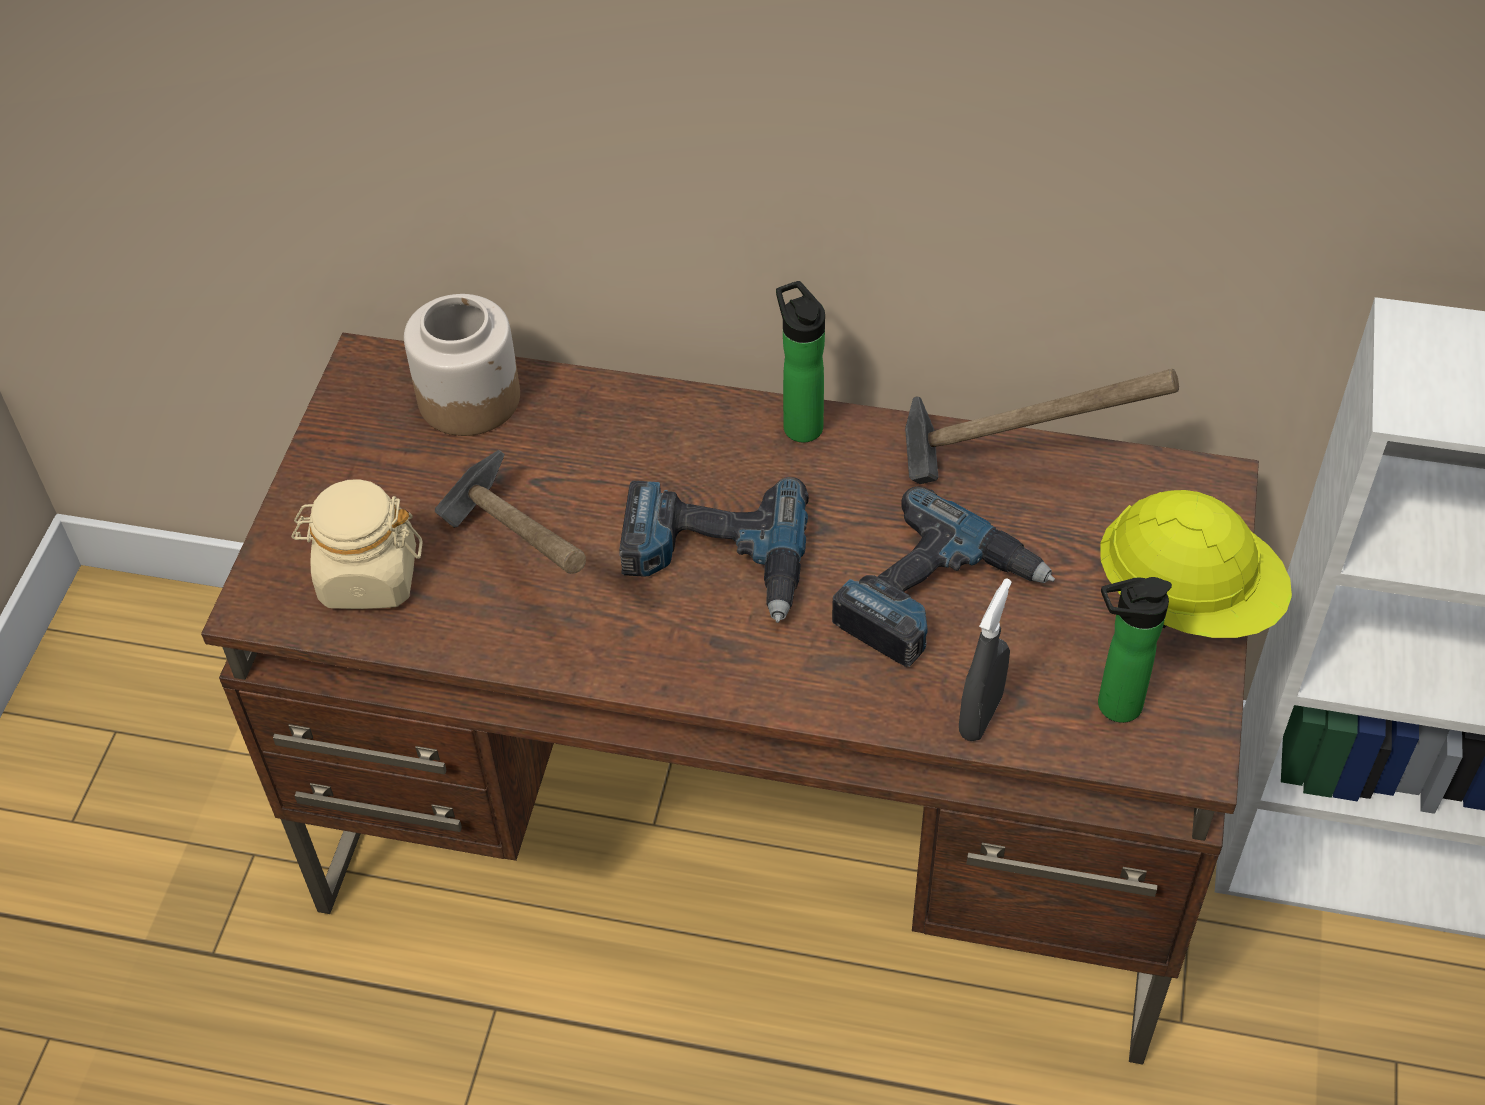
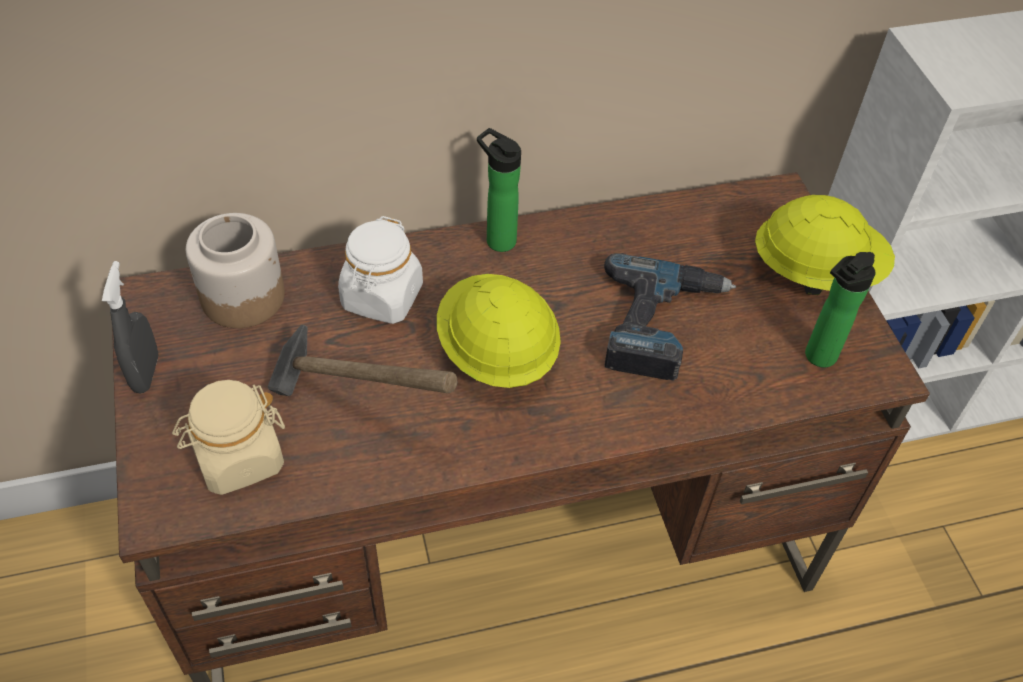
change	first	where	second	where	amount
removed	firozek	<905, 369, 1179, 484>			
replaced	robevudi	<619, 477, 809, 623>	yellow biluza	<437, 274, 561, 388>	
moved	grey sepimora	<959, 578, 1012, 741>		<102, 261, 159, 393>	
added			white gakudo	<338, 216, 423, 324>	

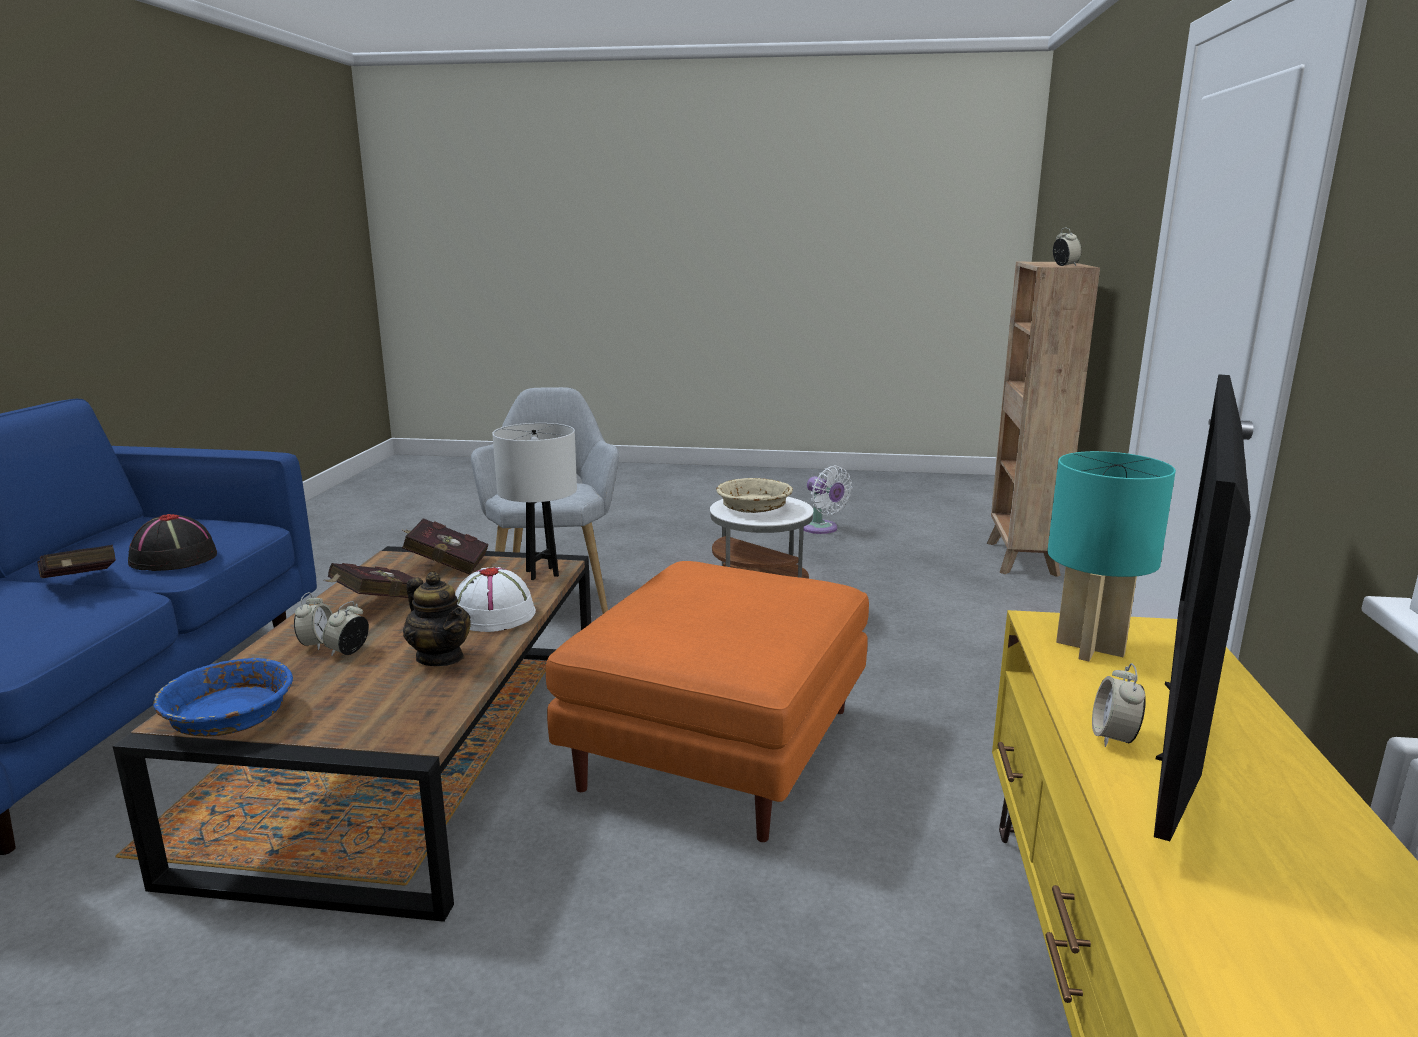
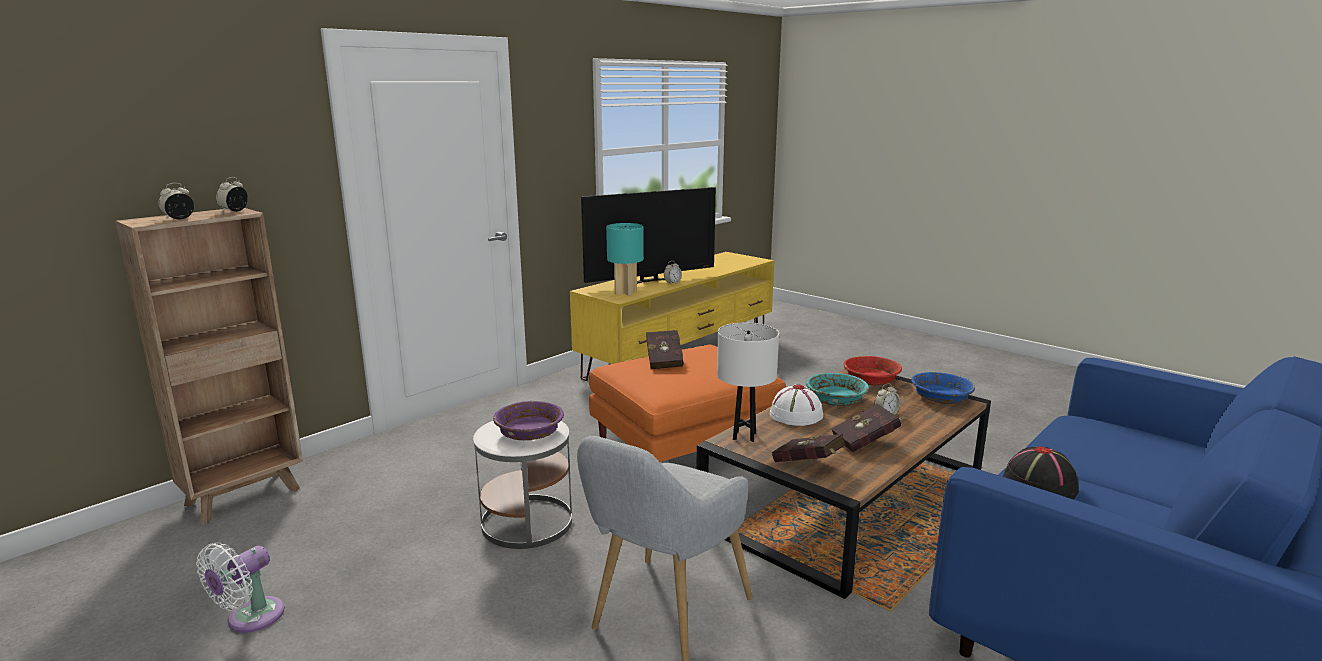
change	first	where	second	where	amount
turned	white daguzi	<803, 465, 852, 534>		<196, 543, 285, 633>	150 degrees counterclockwise
recoloured	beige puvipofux	<716, 478, 793, 513>	purple puvipofux	<493, 401, 564, 440>	
moved	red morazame	<37, 545, 116, 578>		<646, 330, 684, 369>	
replaced	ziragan	<403, 572, 471, 666>	turquoise puvipofux	<806, 373, 869, 406>	
moved	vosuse	<294, 592, 333, 650>		<159, 183, 194, 219>	
added			red puvipofux	<843, 356, 902, 385>	

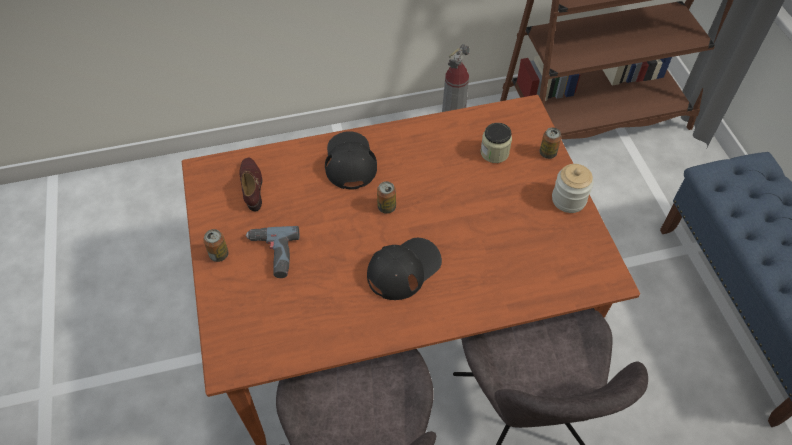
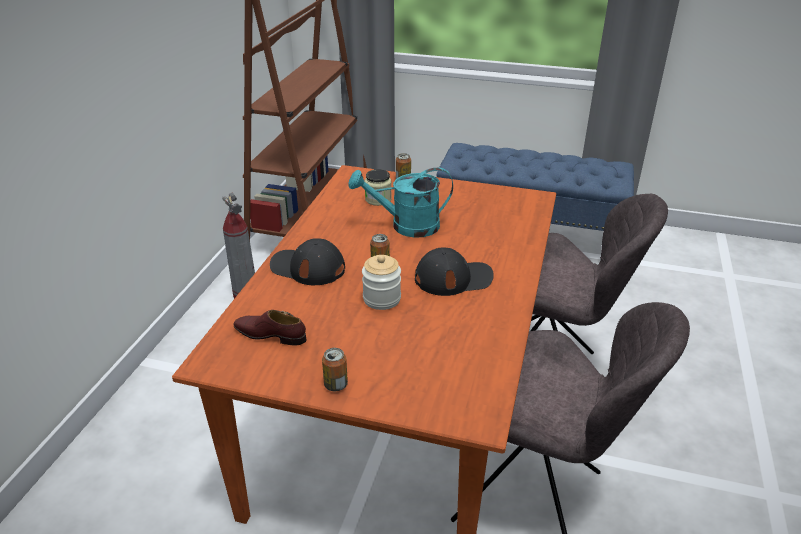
change	first	where	second	where	amount
moved	gakudo	<552, 164, 594, 213>		<362, 255, 401, 310>	
removed	robevudi	<246, 226, 299, 278>			
turned	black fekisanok	<367, 238, 442, 300>		<415, 248, 494, 296>	90 degrees clockwise
added			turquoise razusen	<348, 168, 453, 238>	

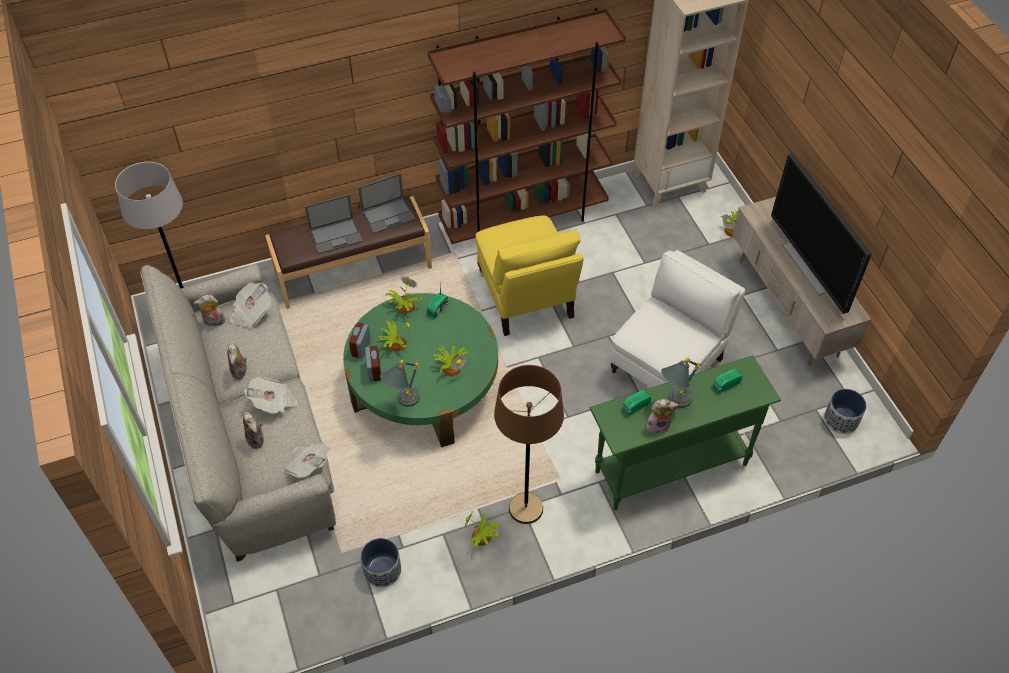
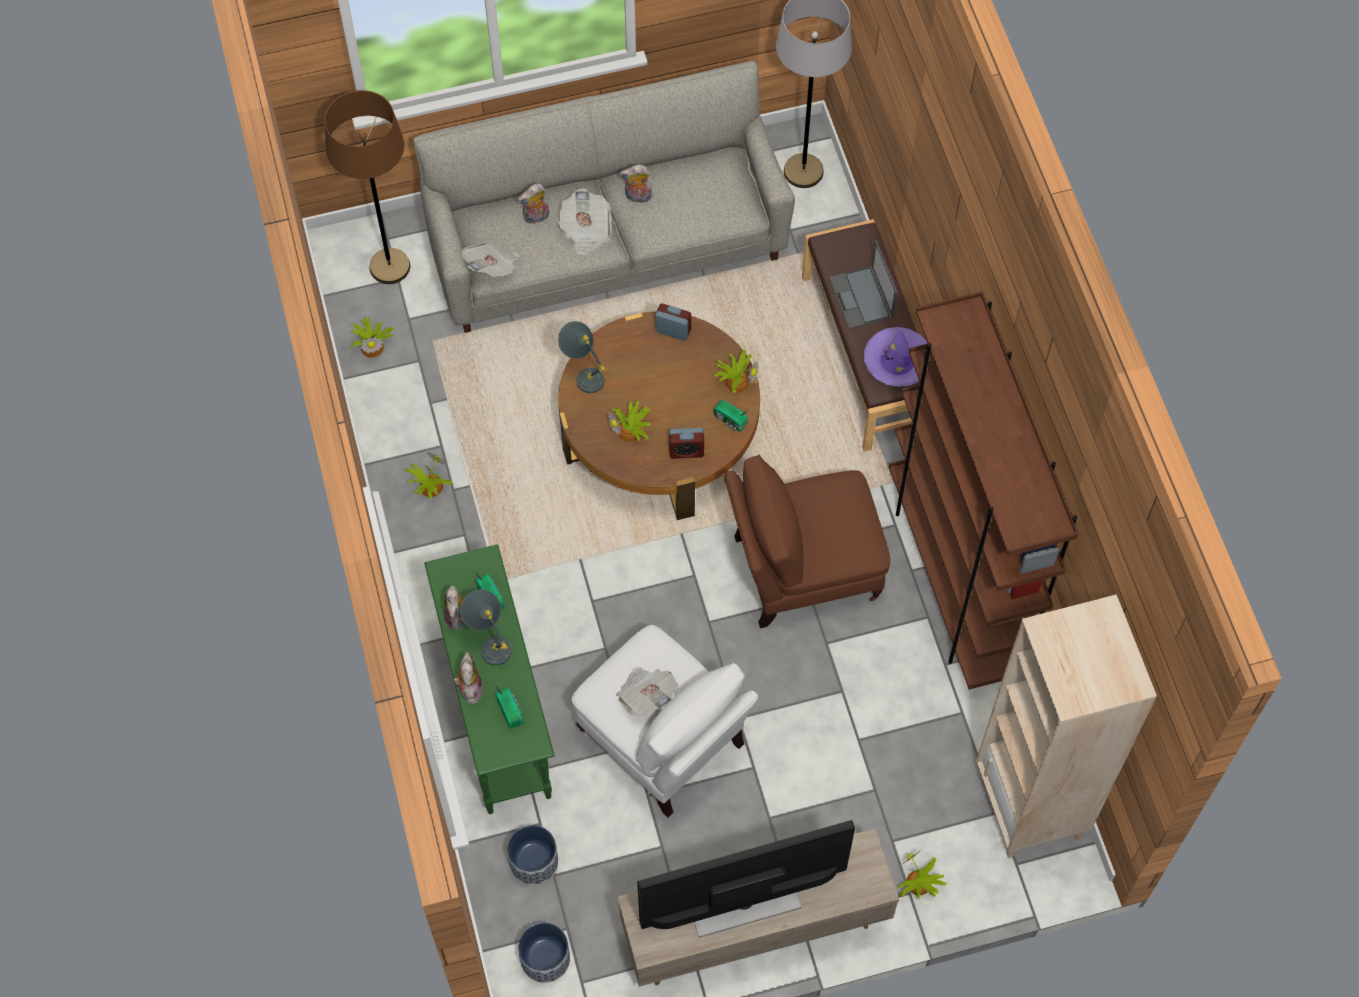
change	first	where	second	where	amount
replaced	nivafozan	<358, 173, 416, 234>	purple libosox	<864, 327, 928, 387>	
recoloured	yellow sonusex	<476, 216, 584, 336>	brown sonusex	<724, 455, 890, 628>	
moved	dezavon	<229, 282, 271, 329>		<616, 667, 679, 716>	
recoloured	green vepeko	<343, 293, 498, 447>	brown vepeko	<558, 311, 760, 520>	
moved	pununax	<193, 295, 226, 327>		<454, 652, 484, 704>	
moved	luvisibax	<378, 319, 411, 352>		<350, 317, 394, 358>	
moved	vosuse	<365, 346, 381, 382>		<669, 428, 704, 459>	
moved	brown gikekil	<494, 365, 564, 524>		<324, 90, 410, 284>	
moved	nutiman	<360, 538, 401, 587>		<507, 825, 558, 885>	

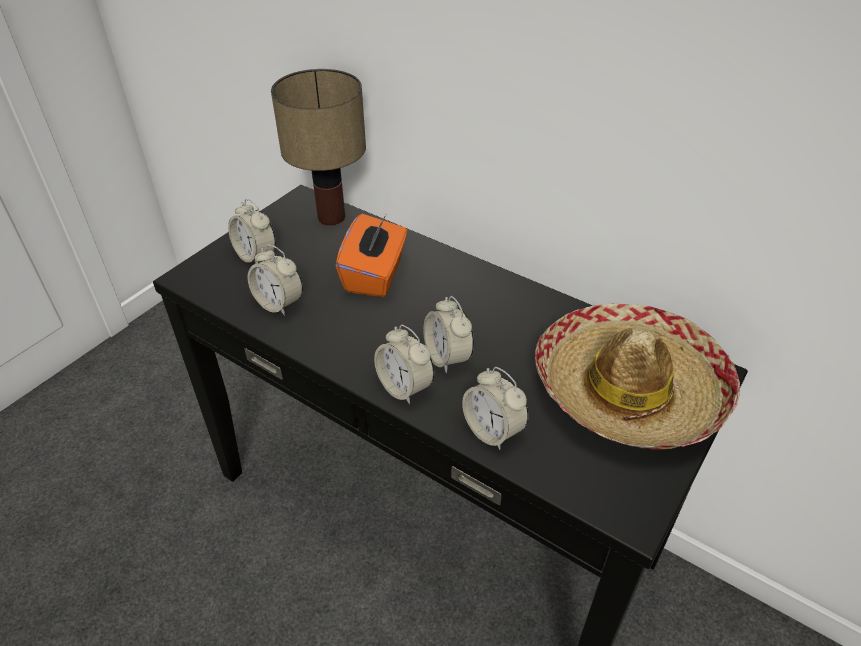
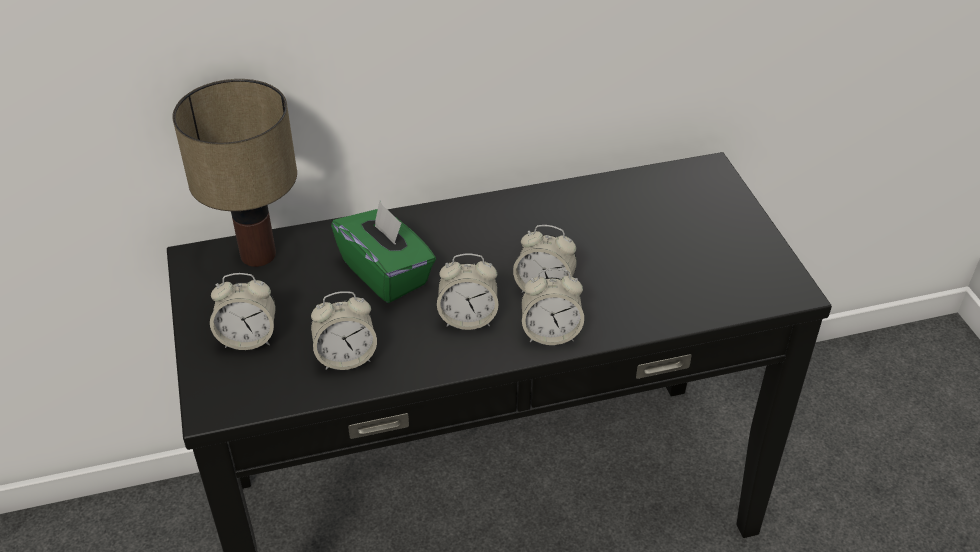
change	first	where	second	where	amount
recoloured	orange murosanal	<336, 214, 407, 297>	green murosanal	<331, 201, 436, 303>	
removed	libosox	<535, 303, 740, 450>			
moved	vosuse	<462, 367, 528, 450>		<437, 254, 499, 330>	

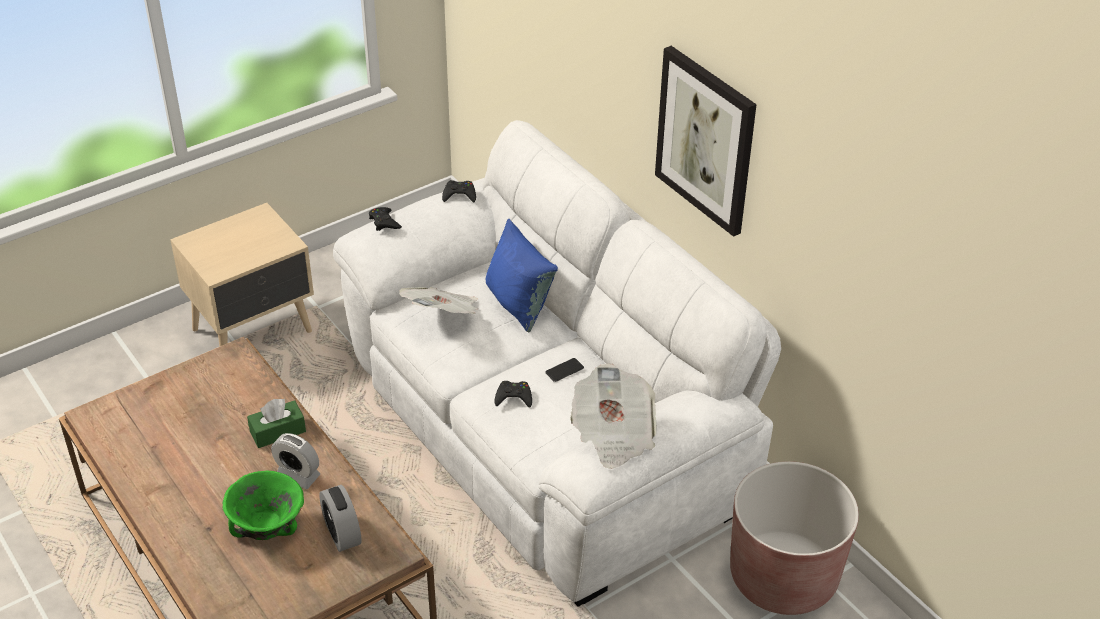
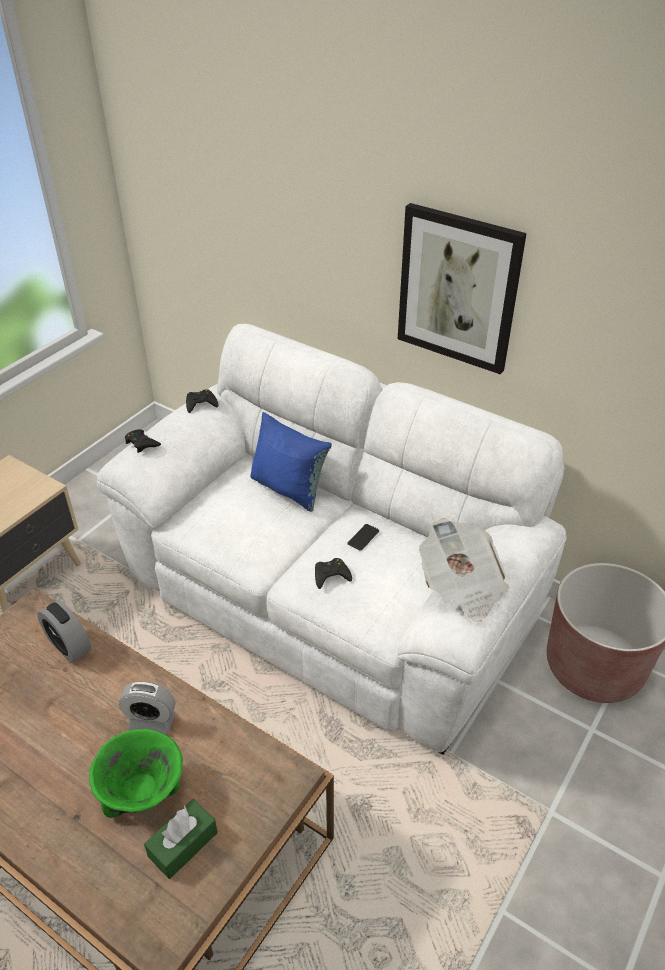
change	first	where	second	where	amount
removed	dezavon	<399, 287, 478, 314>			
moved	green murosanal	<247, 398, 306, 448>		<144, 799, 218, 879>	
moved	vosuse	<319, 485, 362, 552>		<37, 600, 91, 663>	

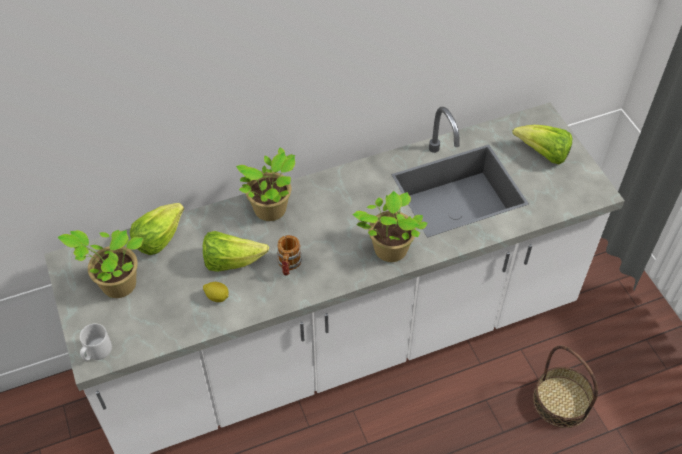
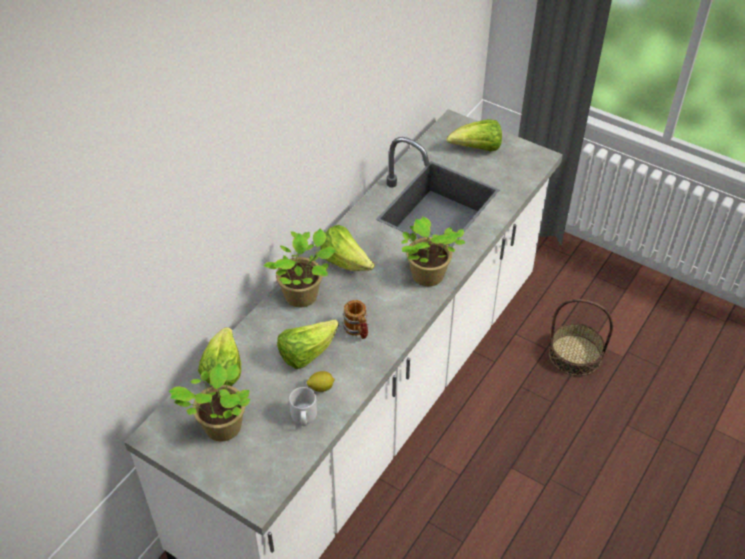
change	first	where	second	where	amount
moved	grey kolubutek	<80, 323, 112, 361>		<289, 387, 317, 426>	
added			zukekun	<320, 225, 375, 271>	

